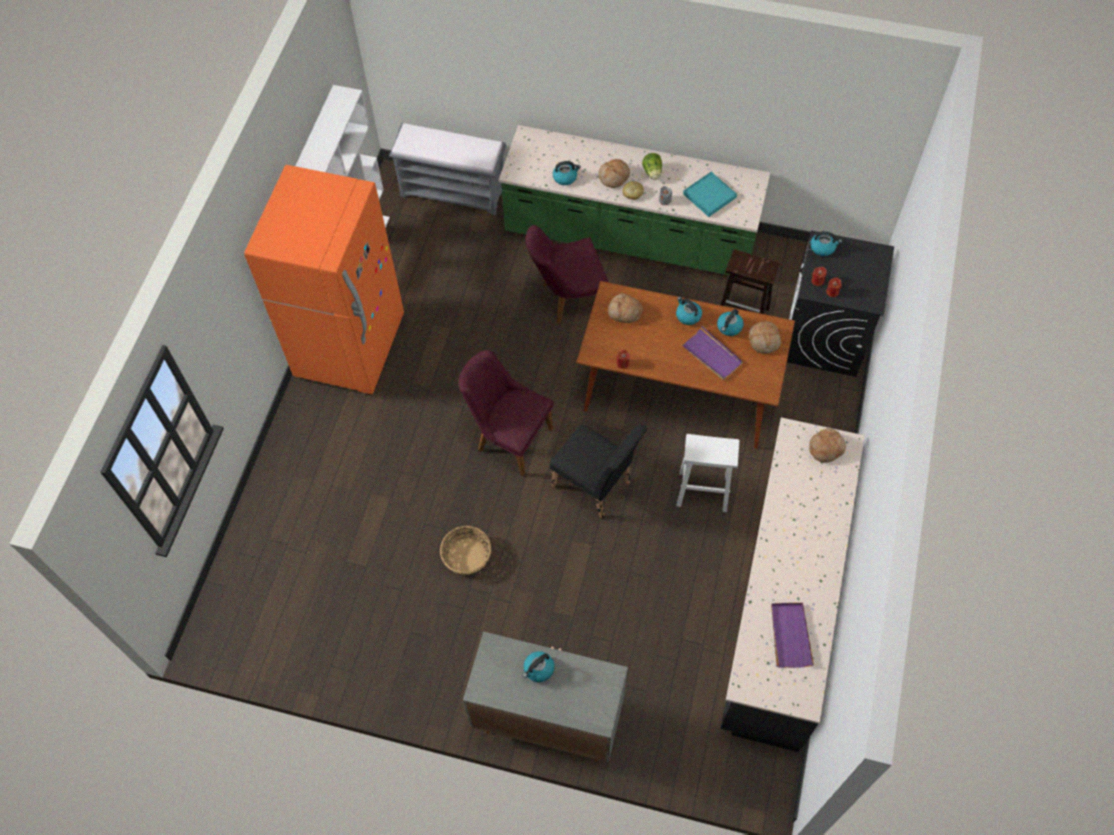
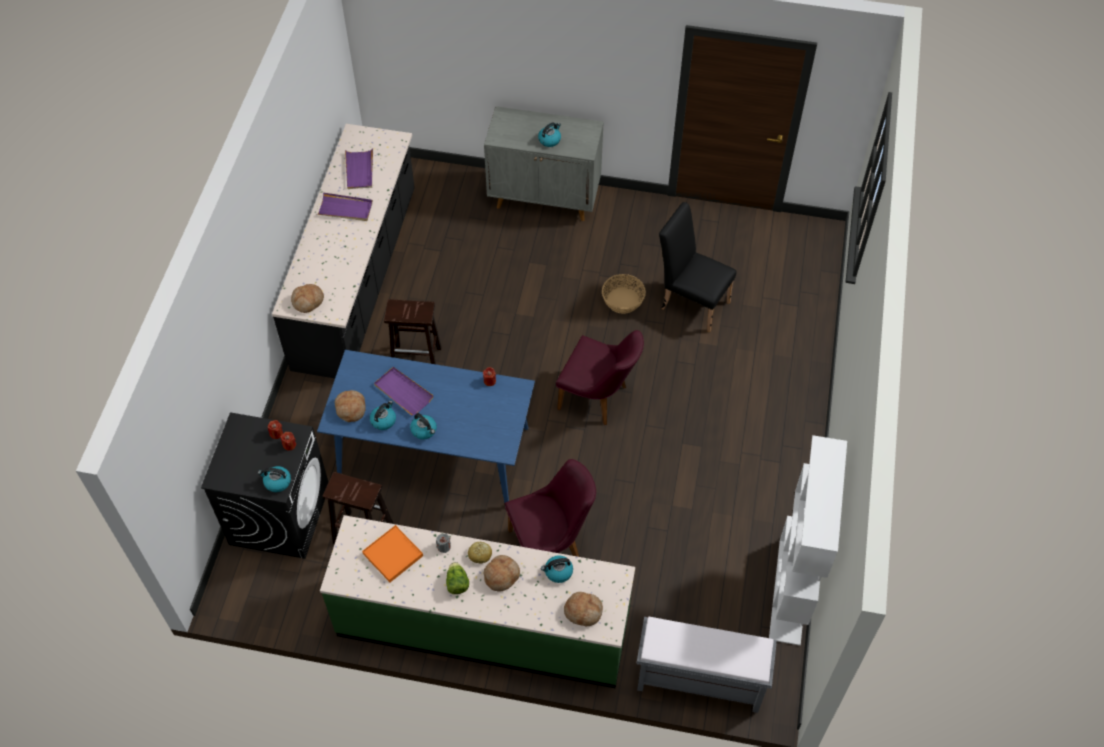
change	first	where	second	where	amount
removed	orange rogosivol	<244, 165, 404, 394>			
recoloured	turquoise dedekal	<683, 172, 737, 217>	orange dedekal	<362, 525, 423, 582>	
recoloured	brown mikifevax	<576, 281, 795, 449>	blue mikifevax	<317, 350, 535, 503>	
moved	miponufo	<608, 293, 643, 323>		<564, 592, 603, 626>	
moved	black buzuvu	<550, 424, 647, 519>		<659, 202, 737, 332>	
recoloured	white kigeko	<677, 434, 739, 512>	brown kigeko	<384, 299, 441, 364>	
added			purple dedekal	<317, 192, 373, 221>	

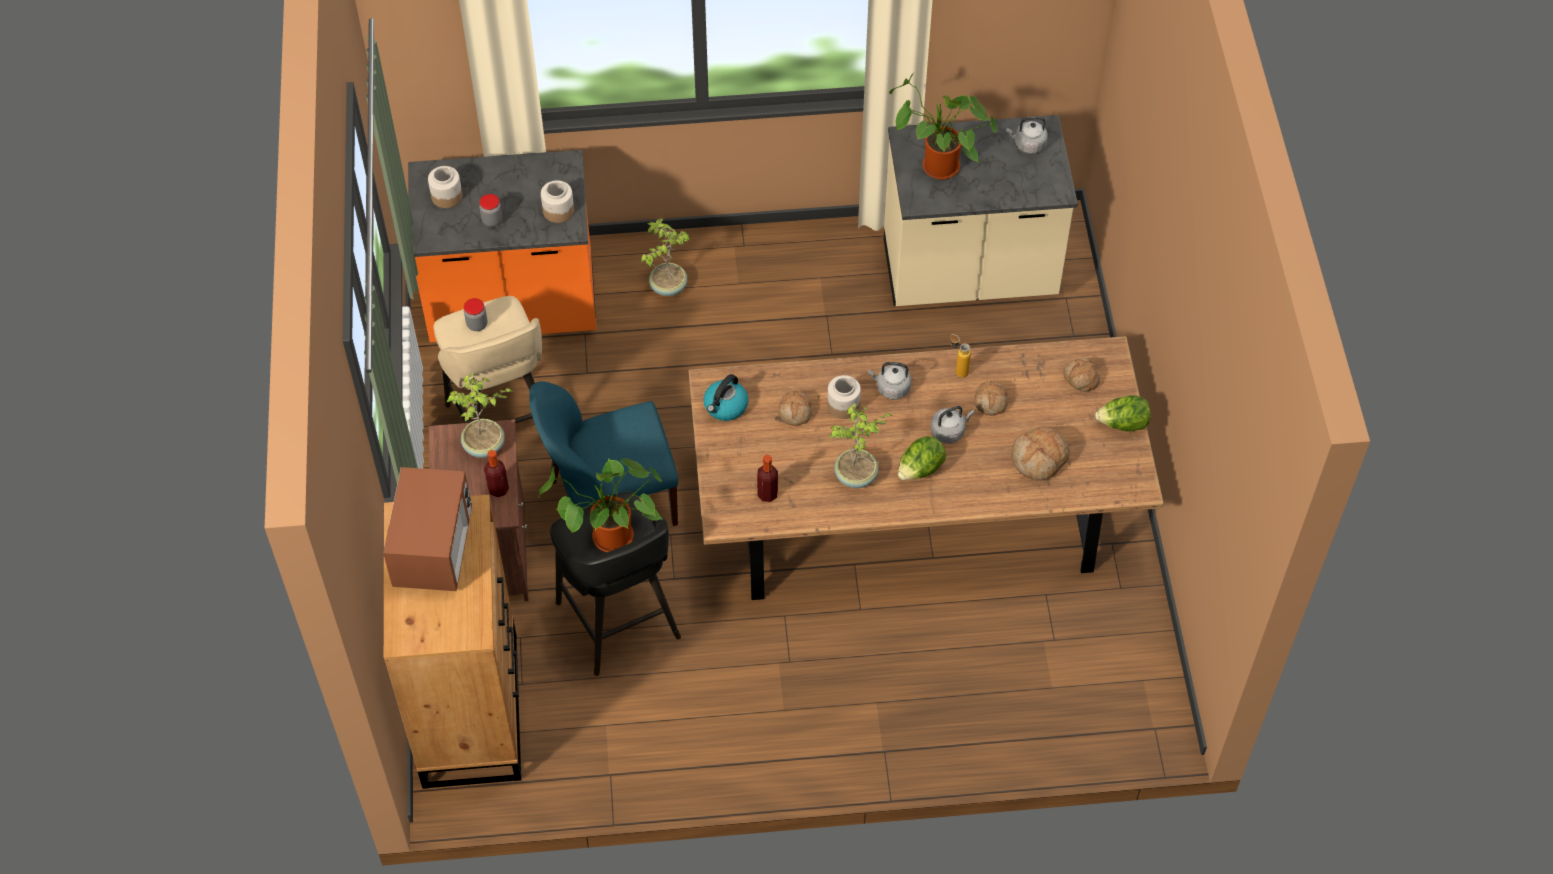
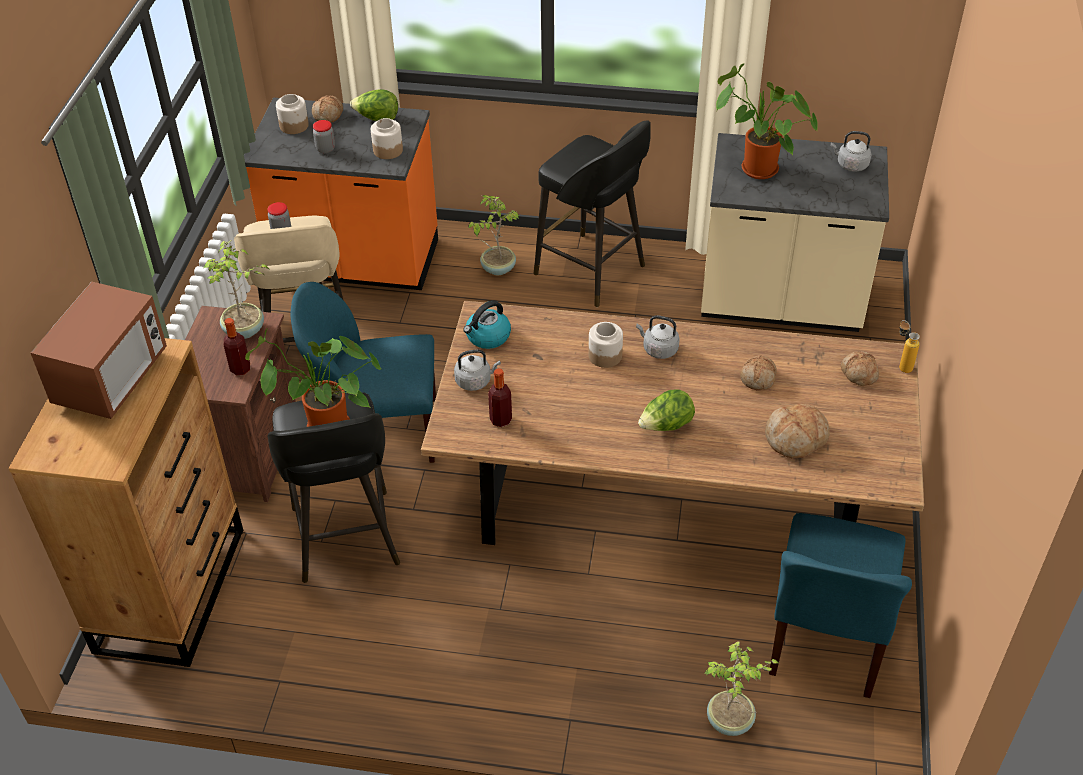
change	first	where	second	where	amount
moved	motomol	<950, 334, 971, 378>		<899, 320, 920, 373>	
moved	miponufo	<778, 391, 812, 426>		<312, 95, 343, 122>	
moved	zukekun	<1095, 395, 1151, 432>		<350, 89, 398, 121>	
moved	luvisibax	<829, 404, 892, 488>		<704, 641, 779, 736>	
moved	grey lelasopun	<931, 406, 975, 443>		<454, 349, 501, 391>	
added			black kigeko	<533, 120, 651, 307>	
added			blue buzuvu	<769, 513, 912, 698>	

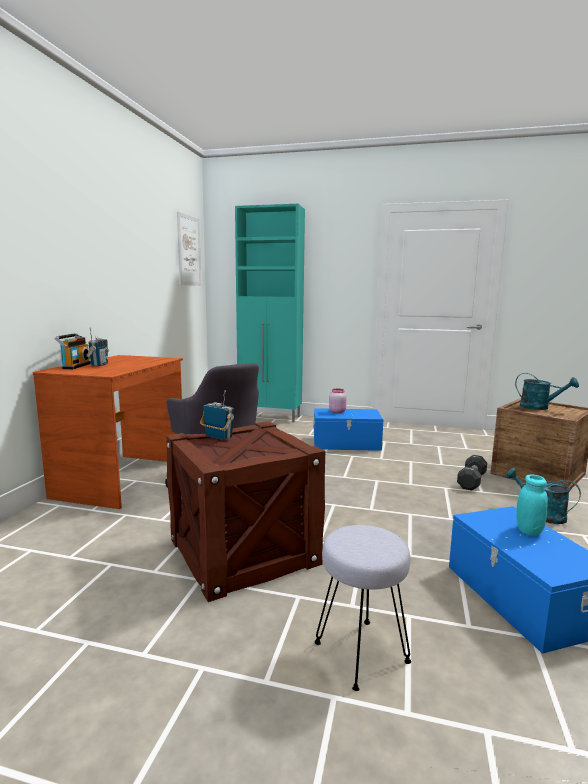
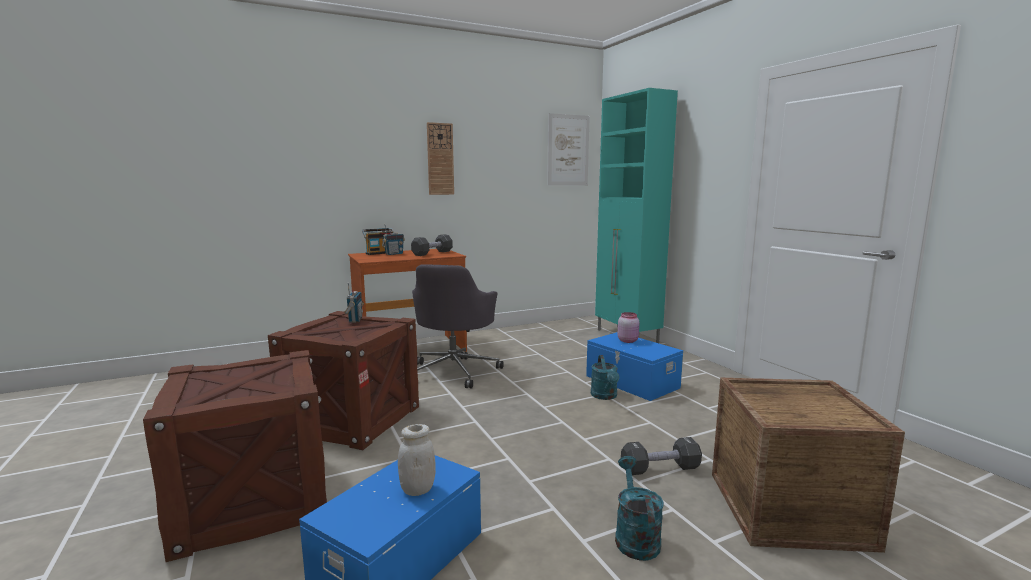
change	first	where	second	where	amount
moved	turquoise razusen	<515, 373, 579, 410>		<591, 355, 619, 400>	
recoloured	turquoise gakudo	<516, 475, 548, 536>	white gakudo	<398, 424, 436, 496>	
replaced	grey kigeko	<315, 525, 411, 691>	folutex	<143, 350, 327, 562>	
added			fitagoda	<427, 122, 454, 195>	
added			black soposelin	<411, 234, 453, 256>	

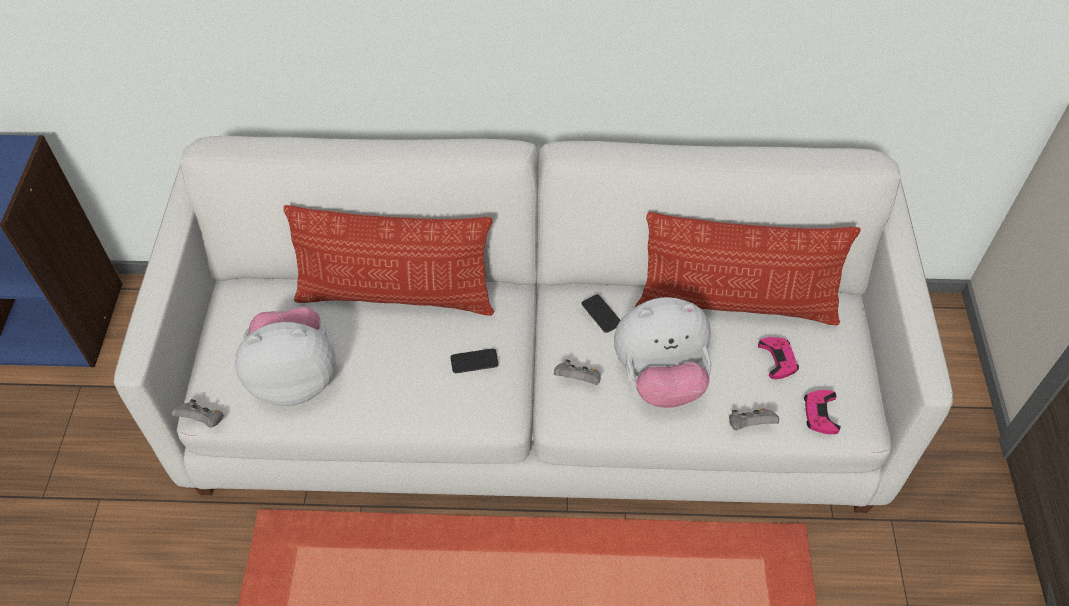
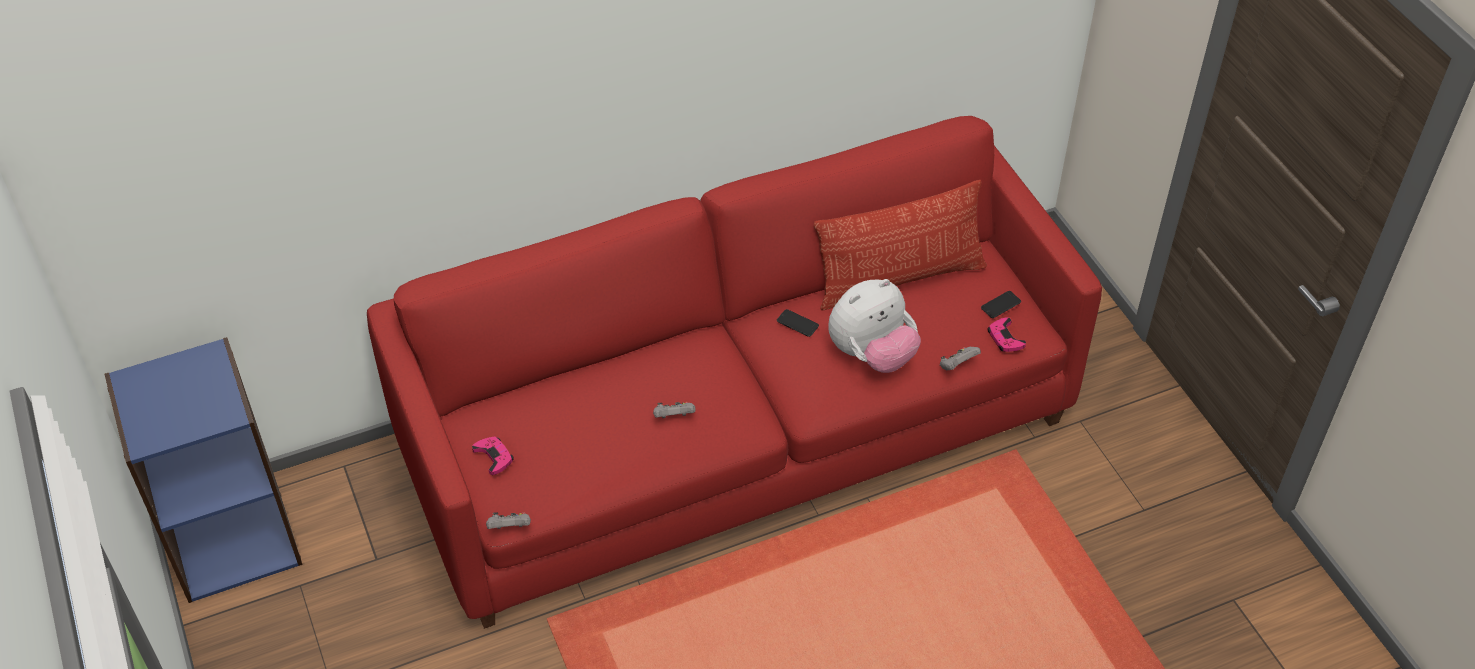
change	first	where	second	where	amount
recoloured	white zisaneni	<114, 136, 953, 513>	red zisaneni	<367, 116, 1102, 629>	
removed	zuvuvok	<283, 205, 494, 316>			
removed	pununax	<235, 306, 336, 406>			
moved	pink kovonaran	<758, 337, 799, 379>		<472, 436, 514, 475>	
moved	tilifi	<450, 348, 499, 373>		<981, 291, 1021, 318>	
moved	grey kovonaran	<554, 359, 601, 385>		<653, 402, 696, 418>	

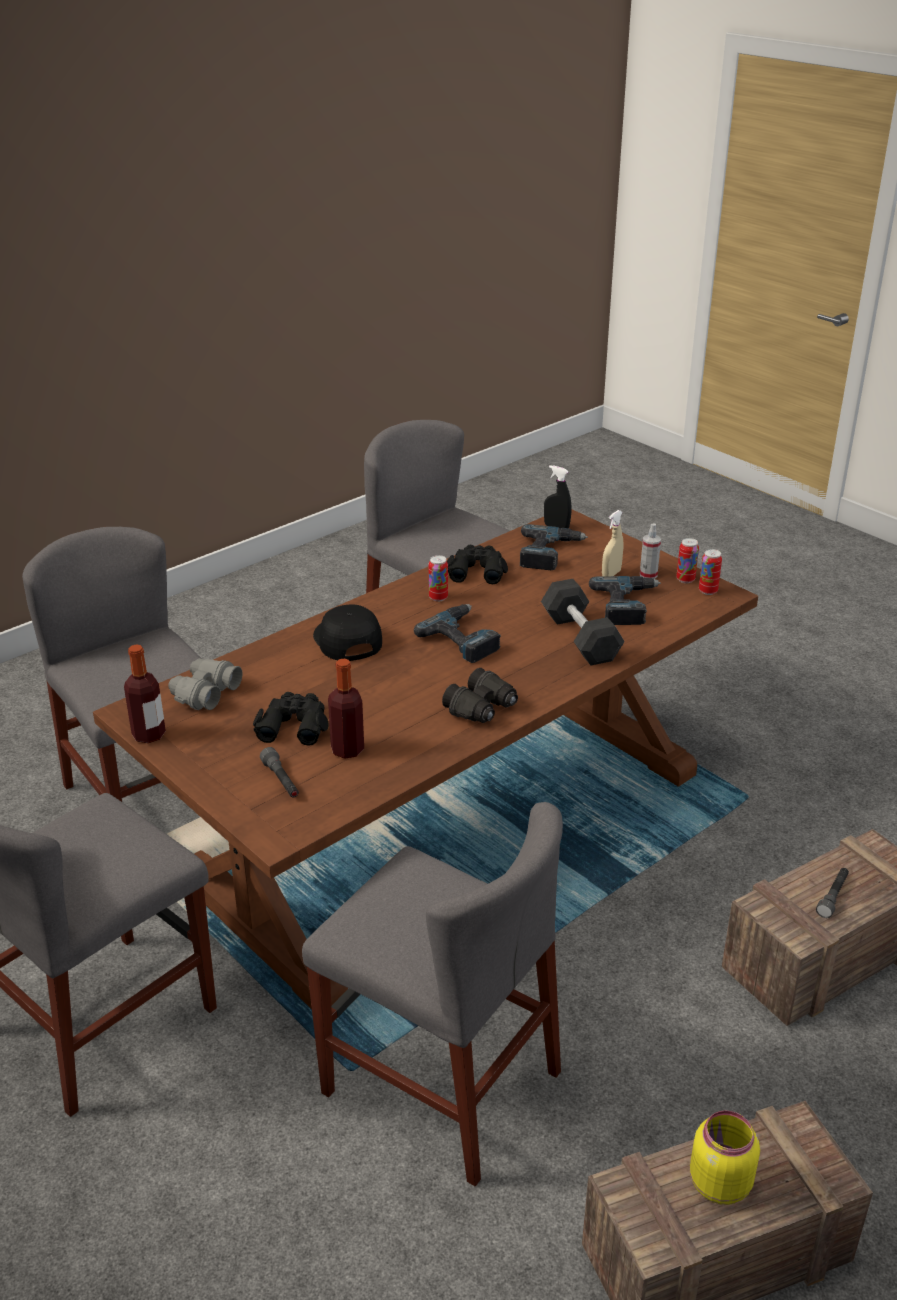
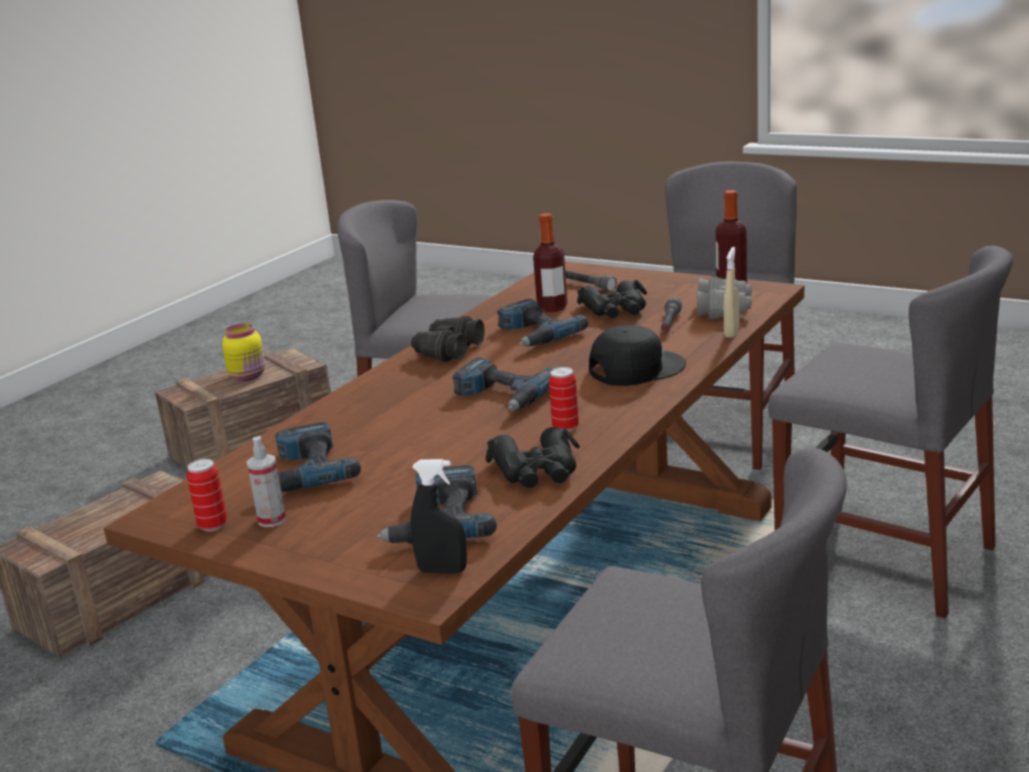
change	first	where	second	where	amount
moved	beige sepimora	<602, 510, 623, 576>		<724, 247, 740, 338>	
removed	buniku	<699, 549, 722, 595>			
removed	black soposelin	<541, 579, 625, 665>			
turned	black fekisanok	<313, 605, 382, 661>		<589, 325, 686, 386>	75 degrees counterclockwise
moved	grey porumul	<816, 868, 849, 918>		<661, 297, 682, 332>	
added			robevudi	<497, 299, 589, 347>	

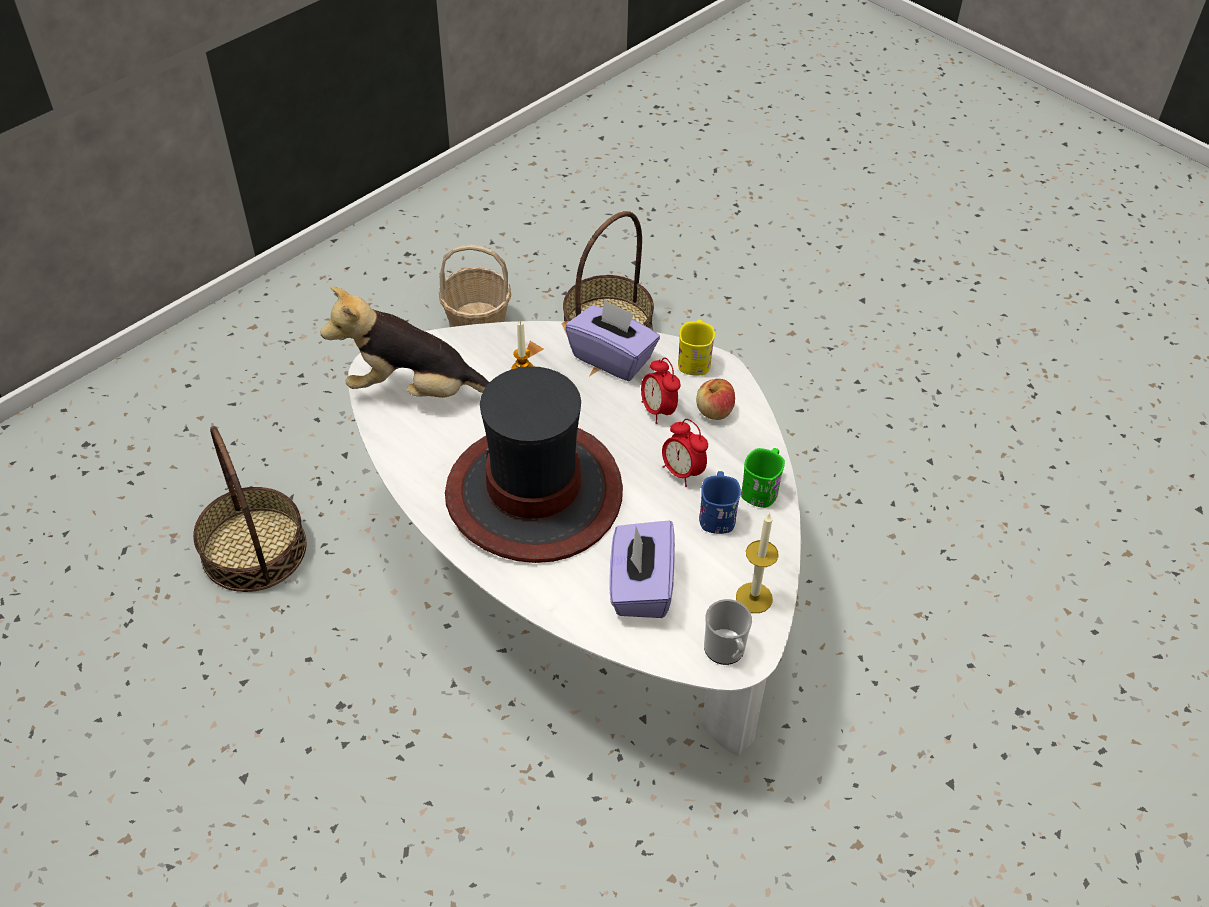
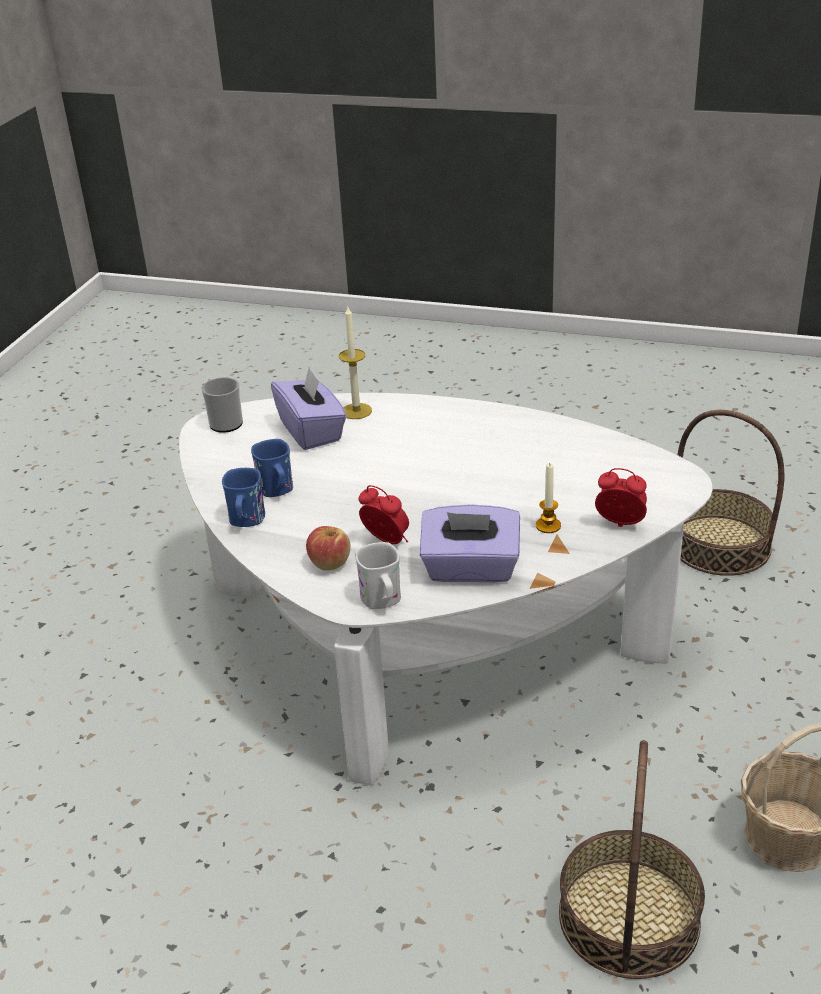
change	first	where	second	where	amount
removed	pununax	<320, 286, 490, 398>			
recoloured	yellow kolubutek	<678, 320, 715, 376>	white kolubutek	<355, 542, 401, 609>	
removed	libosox	<445, 366, 623, 563>			
moved	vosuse	<662, 419, 708, 487>		<595, 468, 647, 527>	
recoloured	green kolubutek	<741, 448, 785, 508>	blue kolubutek	<222, 468, 265, 527>	
moved	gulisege	<736, 512, 779, 613>		<339, 307, 372, 419>	

